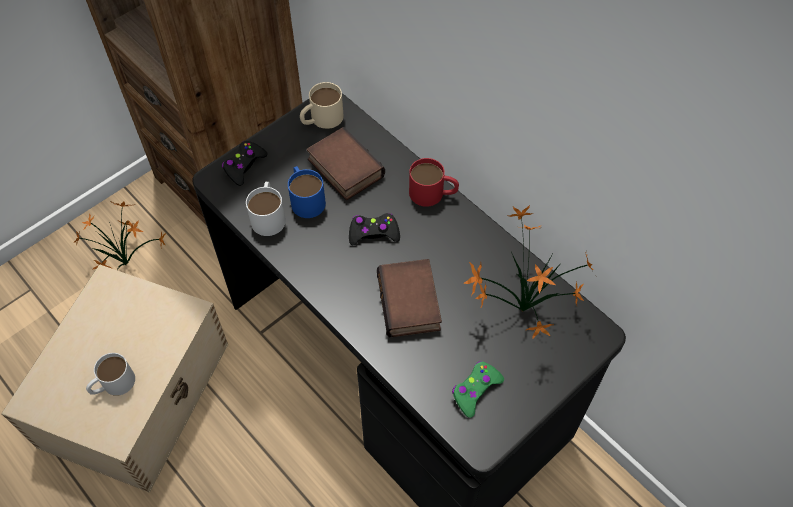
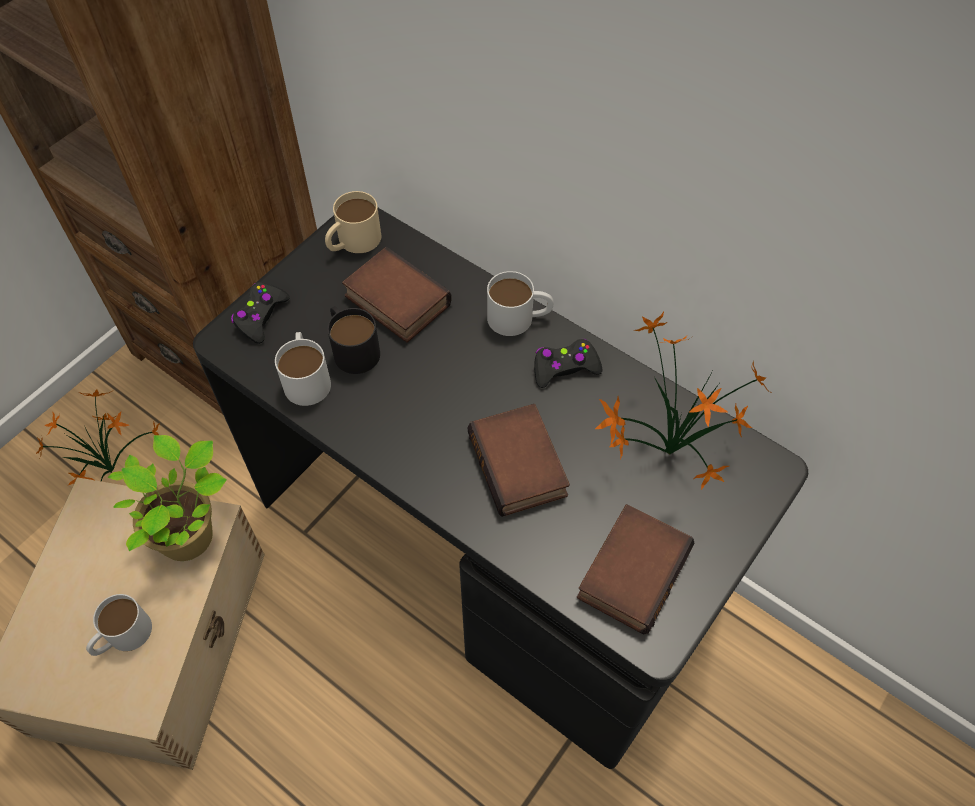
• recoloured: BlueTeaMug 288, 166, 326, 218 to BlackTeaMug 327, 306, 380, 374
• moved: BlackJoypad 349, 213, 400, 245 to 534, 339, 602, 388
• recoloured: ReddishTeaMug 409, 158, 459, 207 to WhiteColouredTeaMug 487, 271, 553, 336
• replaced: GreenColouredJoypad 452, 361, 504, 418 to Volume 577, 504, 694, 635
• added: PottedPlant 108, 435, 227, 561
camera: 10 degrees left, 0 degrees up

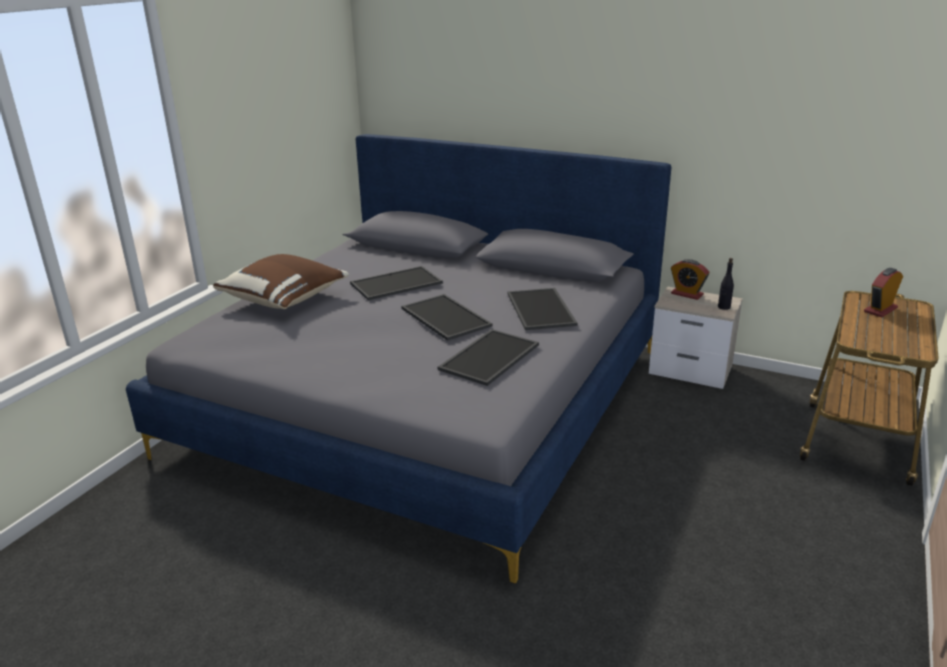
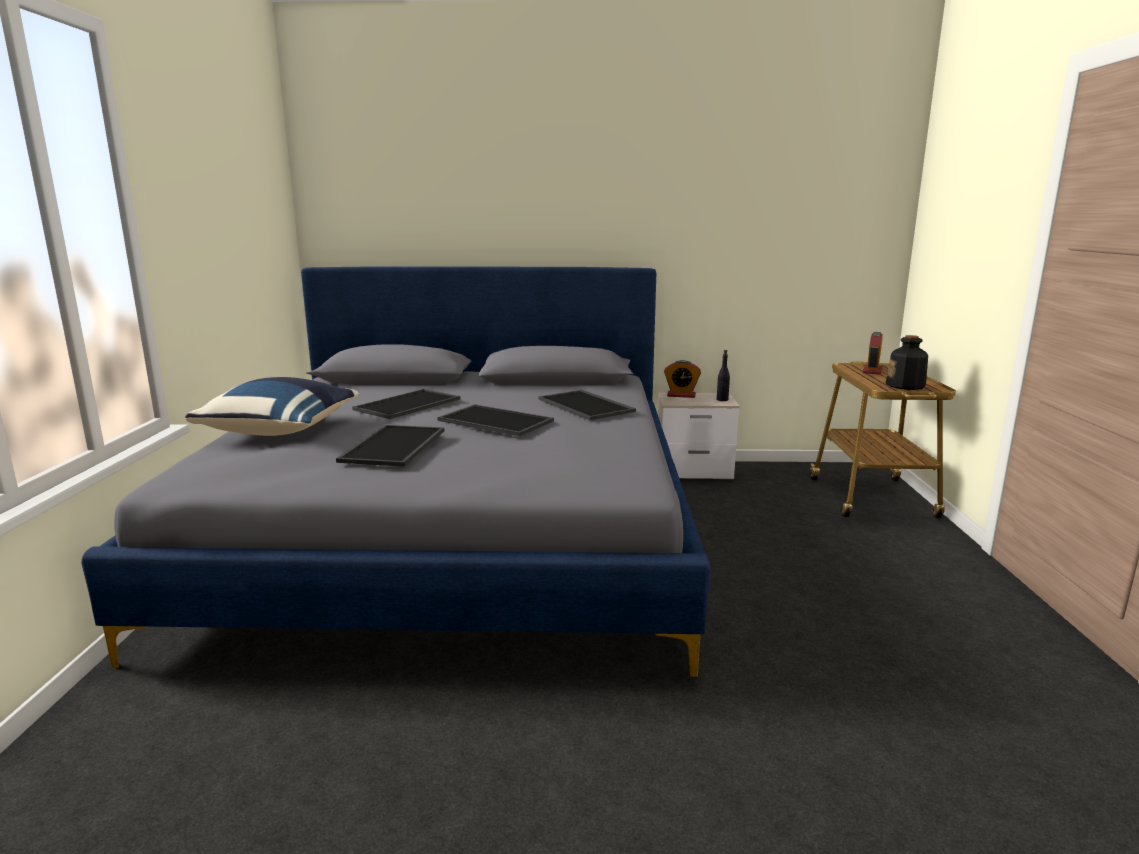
• recoloured: BrownColouredThrowPillow 213, 254, 349, 309 to BlueThrowPillow 185, 377, 359, 436
• moved: ServingTray 438, 329, 539, 386 to 336, 425, 444, 467
• added: DrinkBottle 886, 335, 928, 390
camera: 25 degrees left, 10 degrees down

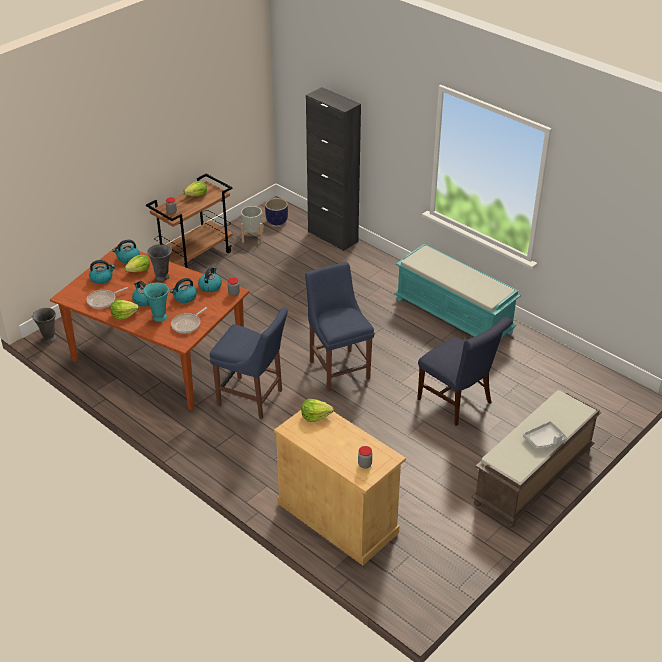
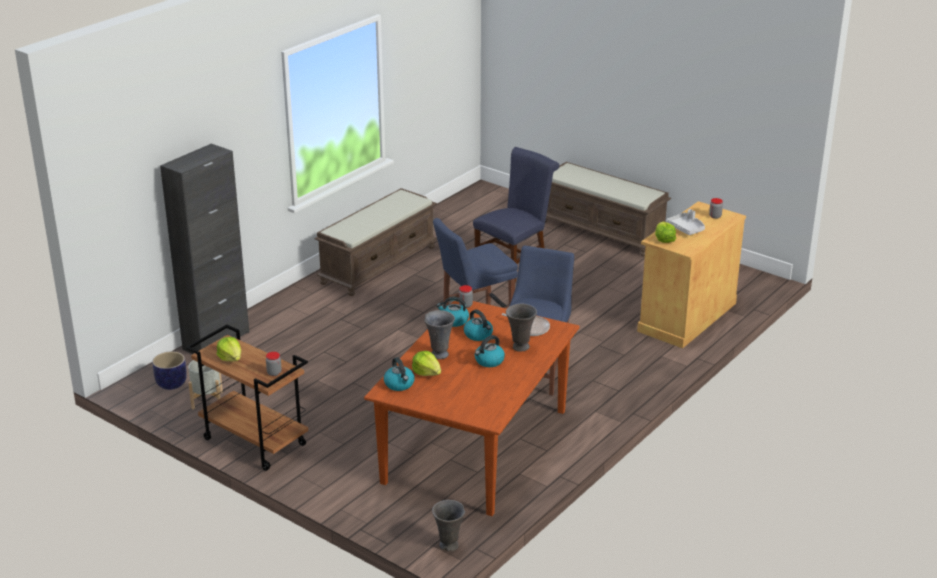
• removed: Skillet 87, 287, 128, 309
• removed: Kettle 89, 260, 115, 284
• removed: HeadOfLettuce 110, 300, 139, 320
• recoloured: TurquoiseColouredVase 143, 282, 169, 322 to GreyishVase 506, 304, 537, 352
• recoloured: TurquoiseColouredLongSeat 394, 244, 520, 338 to BrownColouredLongSeat 315, 188, 437, 296
• moved: GreyishServingTray 523, 421, 568, 449 to 666, 209, 705, 235
camera: 95 degrees left, 10 degrees down

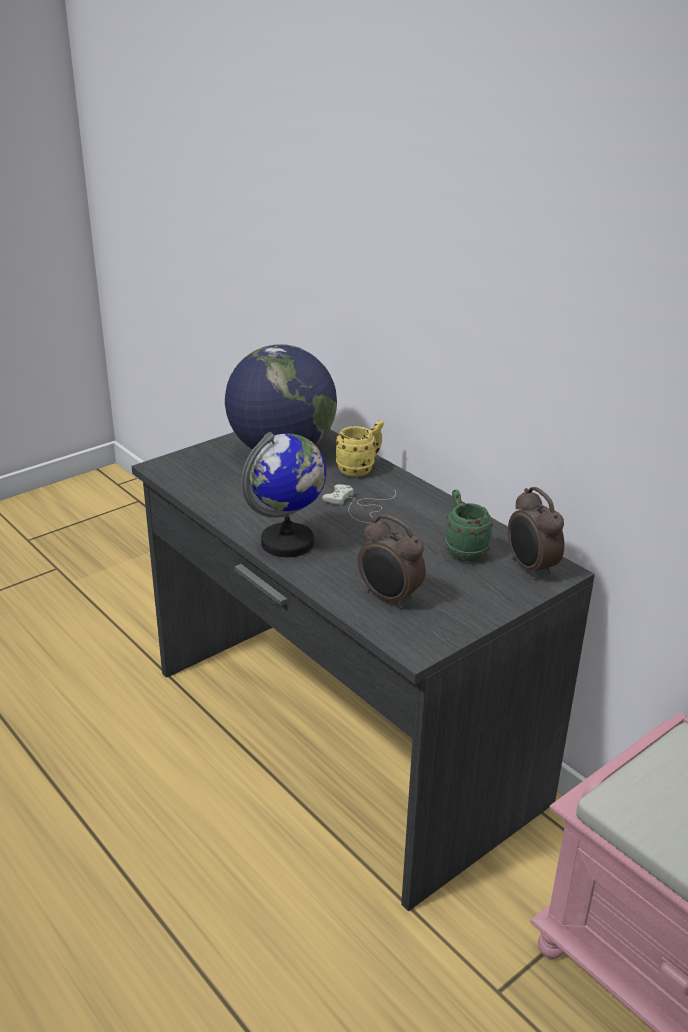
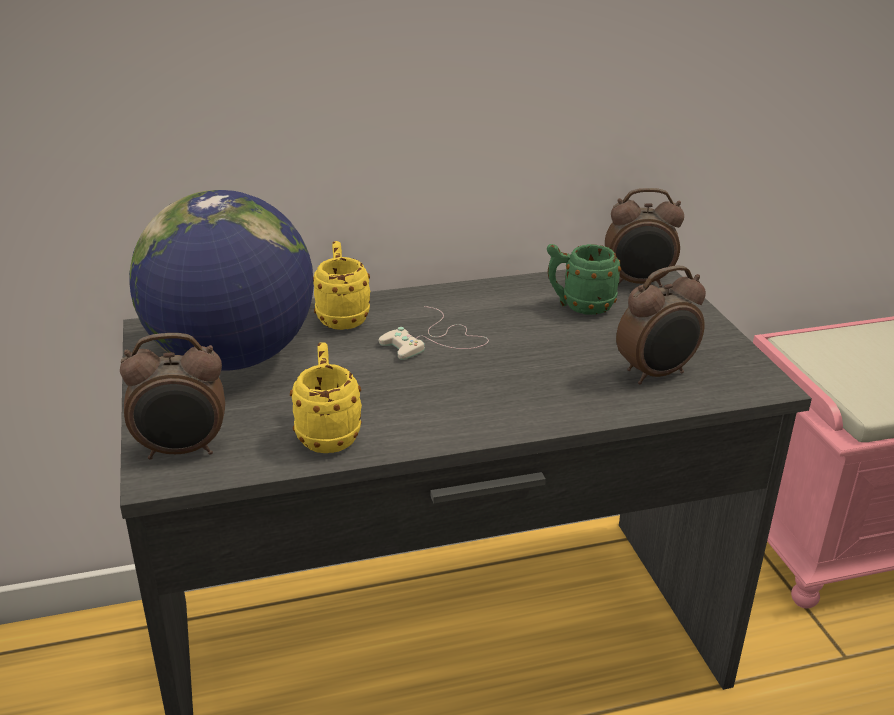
• removed: Globe 241, 432, 326, 557
• added: TableClock 120, 333, 225, 460
• added: YellowTeaMug 290, 342, 362, 453
camera: 65 degrees left, 0 degrees up

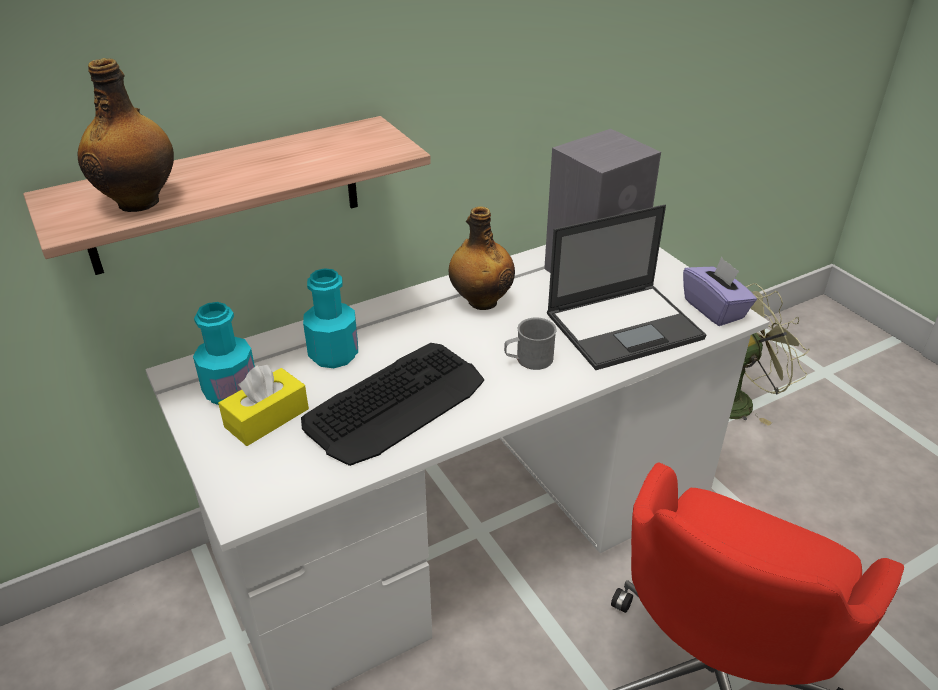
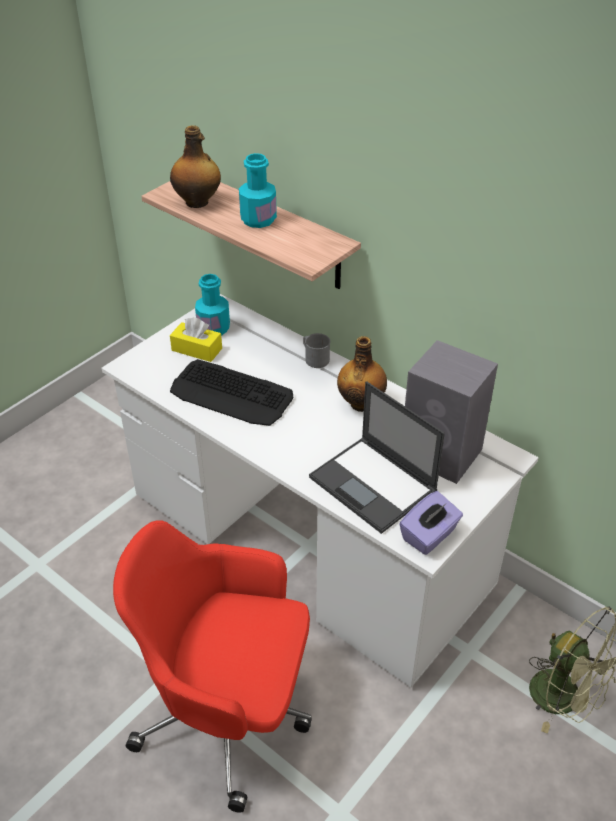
• moved: TurquoiseColouredDrinkBottle 303, 268, 358, 368 to 239, 153, 277, 228
• moved: GreyishTeaMug 504, 318, 556, 370 to 303, 333, 331, 368
camera: 70 degrees right, 5 degrees up

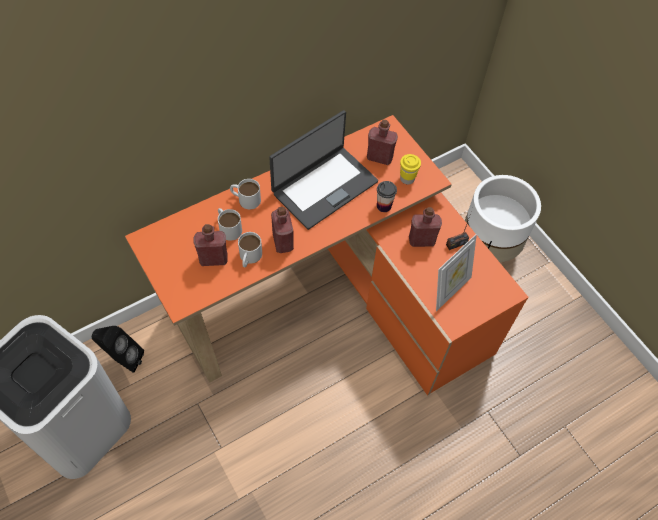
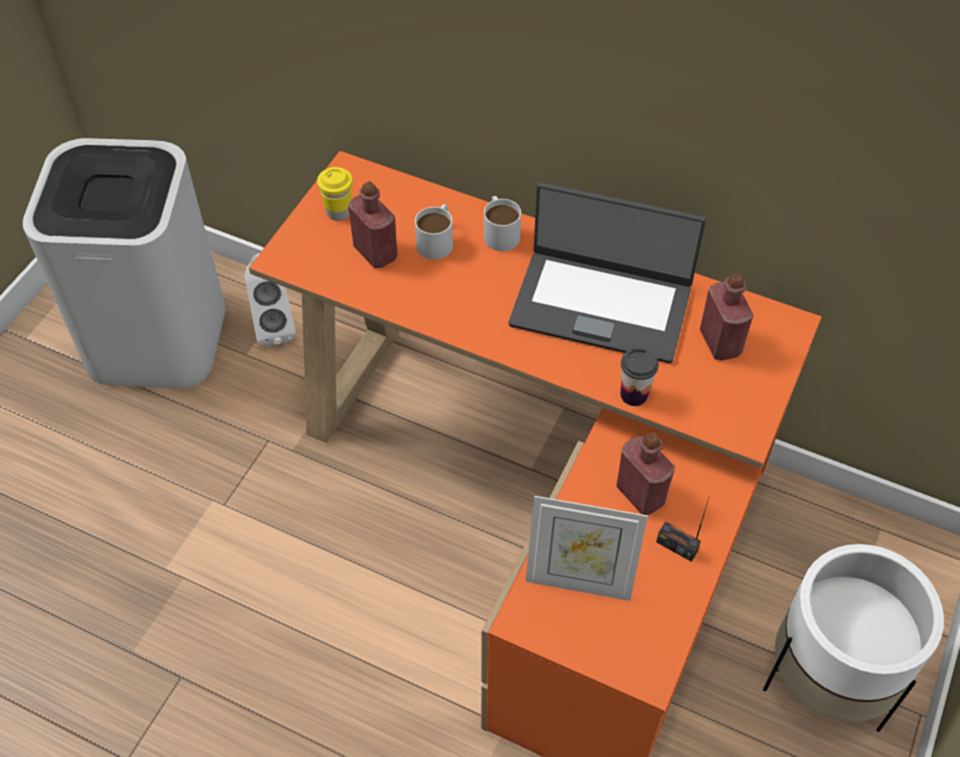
• recoloured: BlackSpeaker 92, 326, 144, 373 to WhiteColouredSpeaker 245, 253, 296, 346
• removed: WhiteColouredTeaMug 238, 232, 262, 267
• removed: ReddishDrinkBottle 271, 206, 294, 253
• moved: YellowCup 400, 154, 421, 184 to 317, 167, 353, 221
camera: 60 degrees right, 5 degrees down

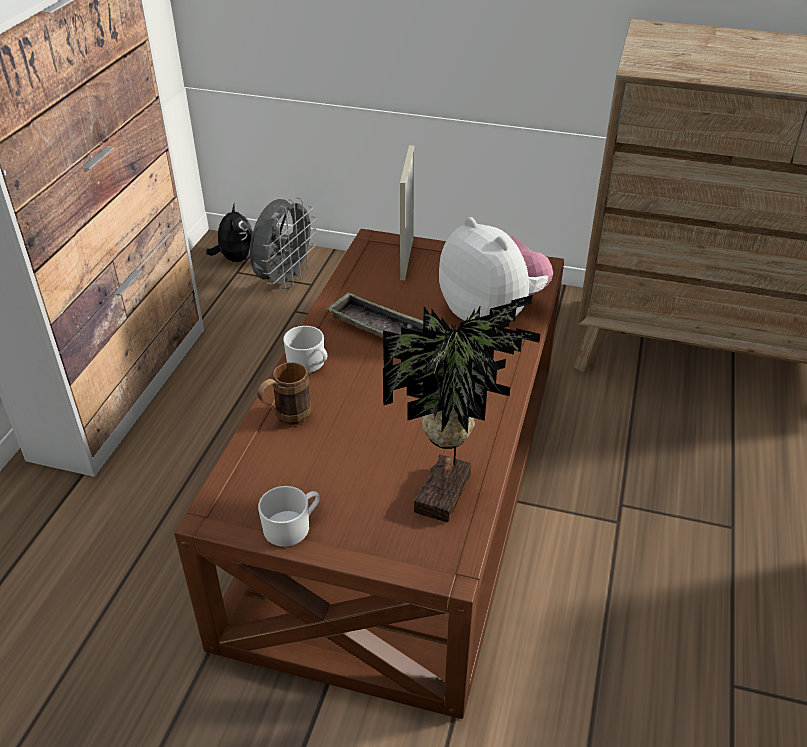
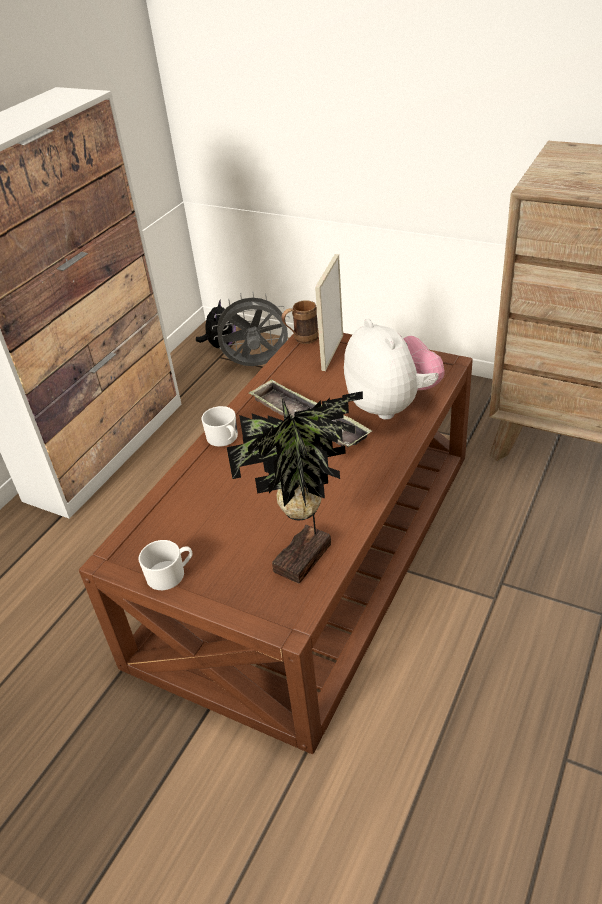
• turned: GreyishElectricFan 250, 197, 317, 291 = 212, 292, 291, 366 135 degrees counterclockwise
• moved: BrownColouredTeaMug 257, 362, 311, 425 to 282, 300, 318, 344
camera: 15 degrees right, 0 degrees up

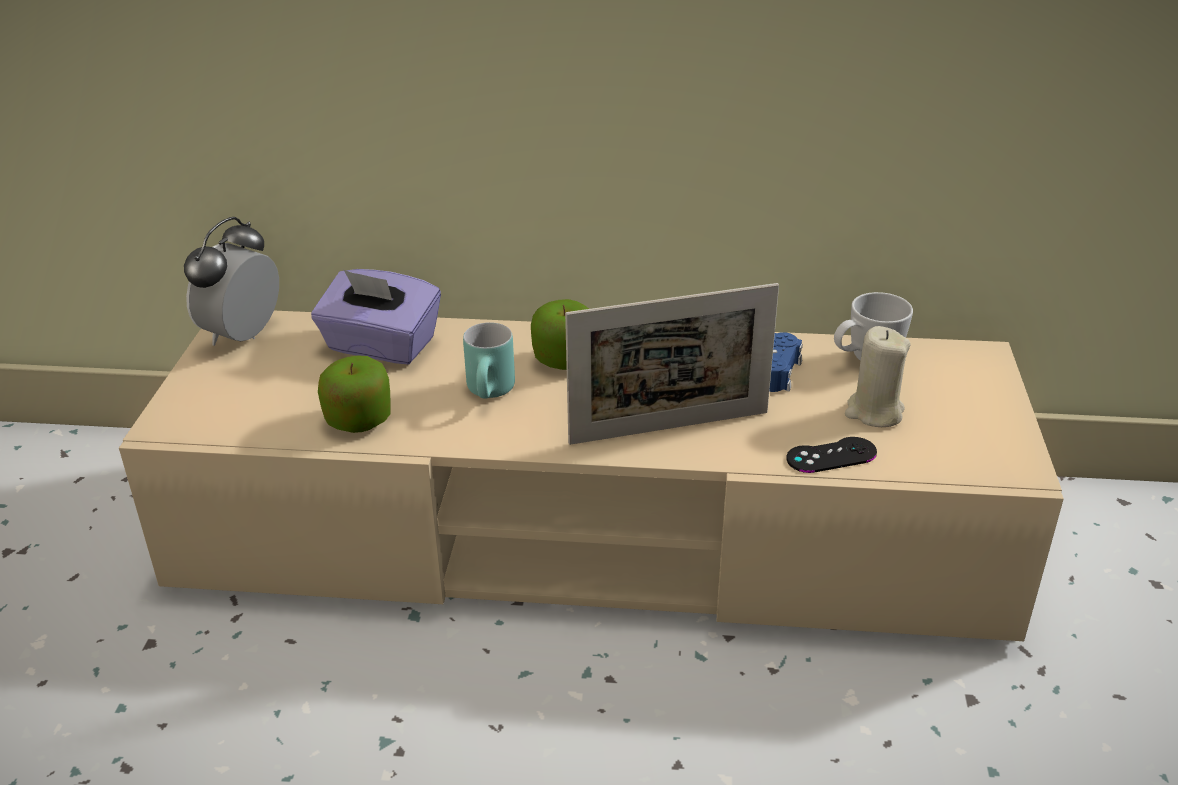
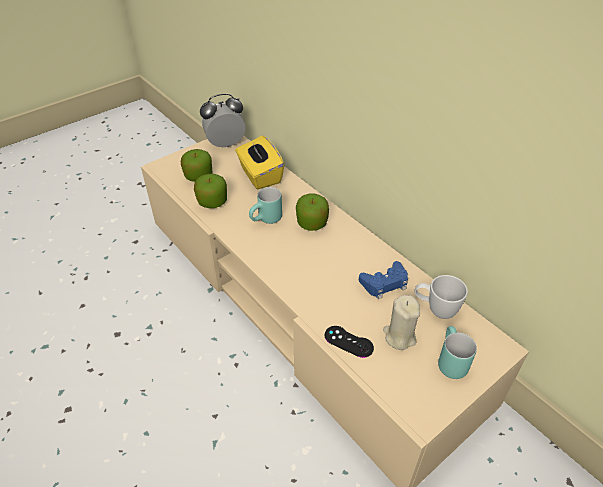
• recoloured: PurpleColouredTissueBox 311, 269, 441, 364 to YellowTissueBox 235, 136, 284, 189
• removed: PictureFrame 565, 283, 779, 445
• added: Apple 181, 149, 213, 182
• added: TurquoiseColouredTeaMug 438, 326, 477, 379
camera: 45 degrees right, 10 degrees up

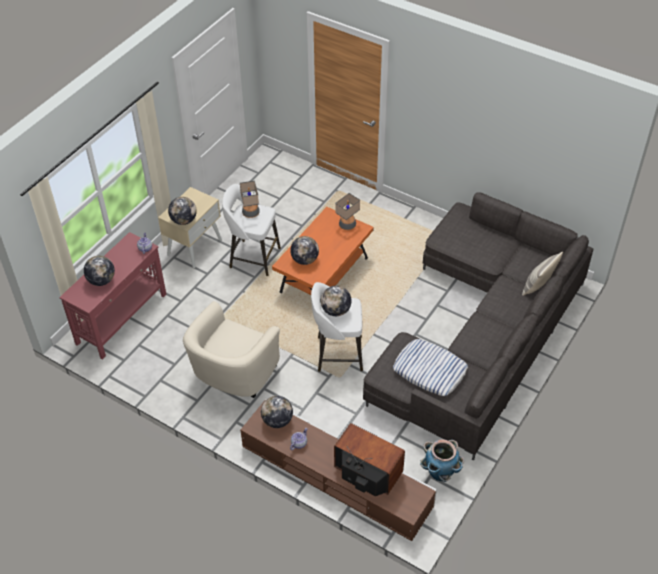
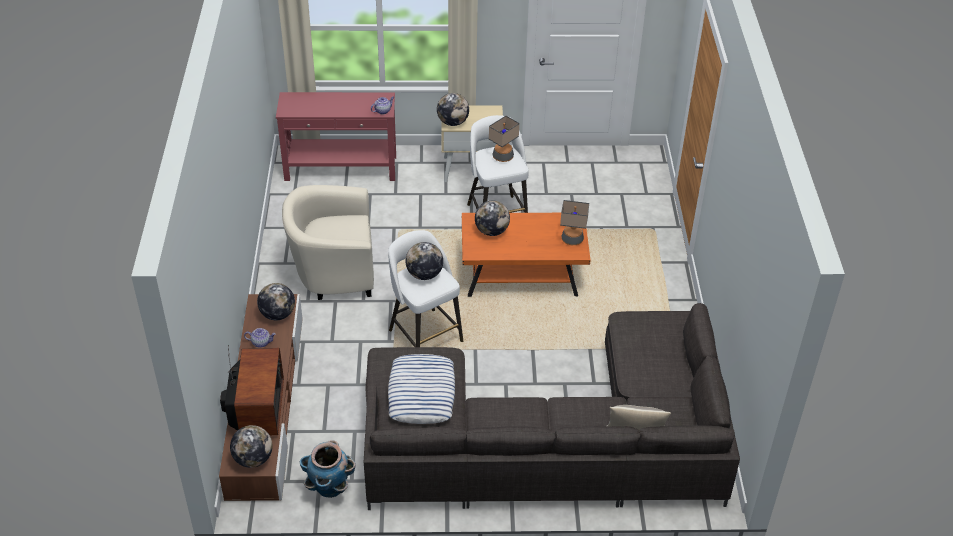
• moved: Globe 84, 256, 115, 286 to 230, 425, 273, 468
camera: 55 degrees right, 5 degrees down

